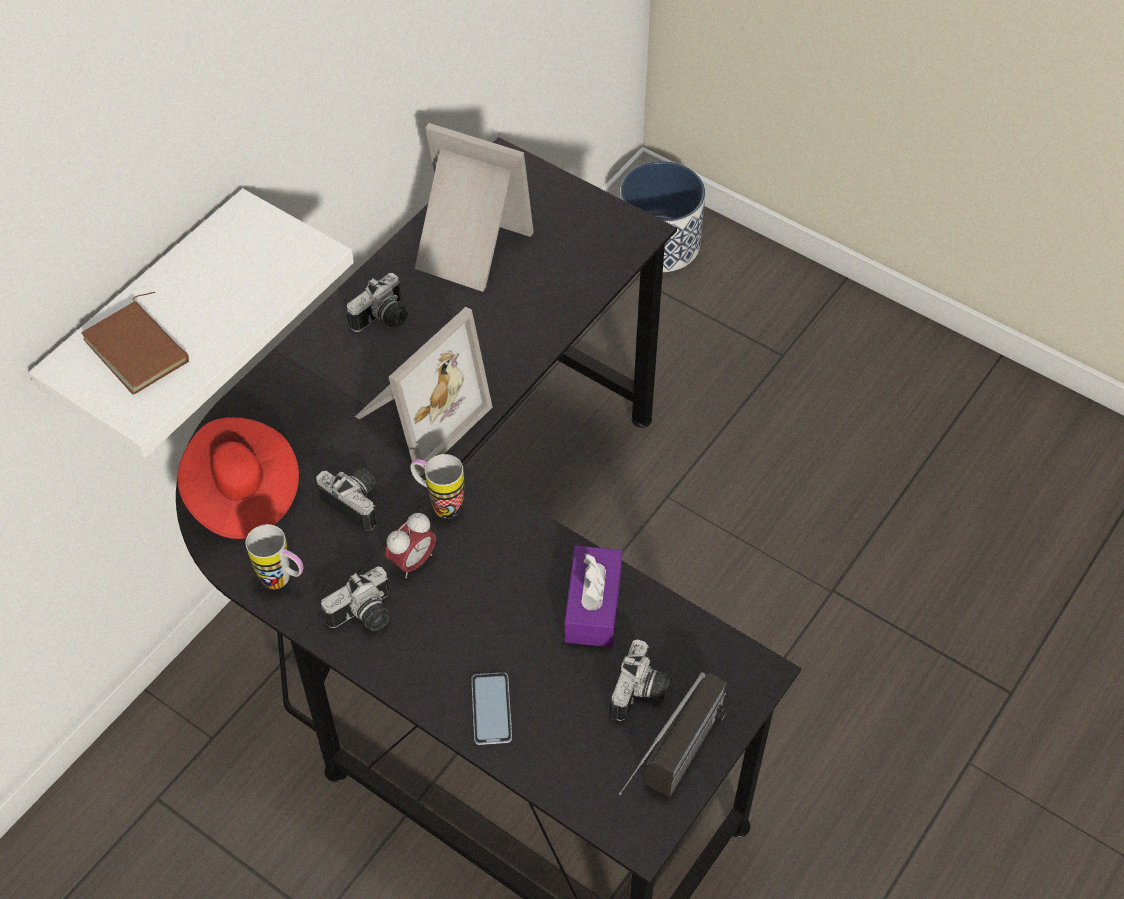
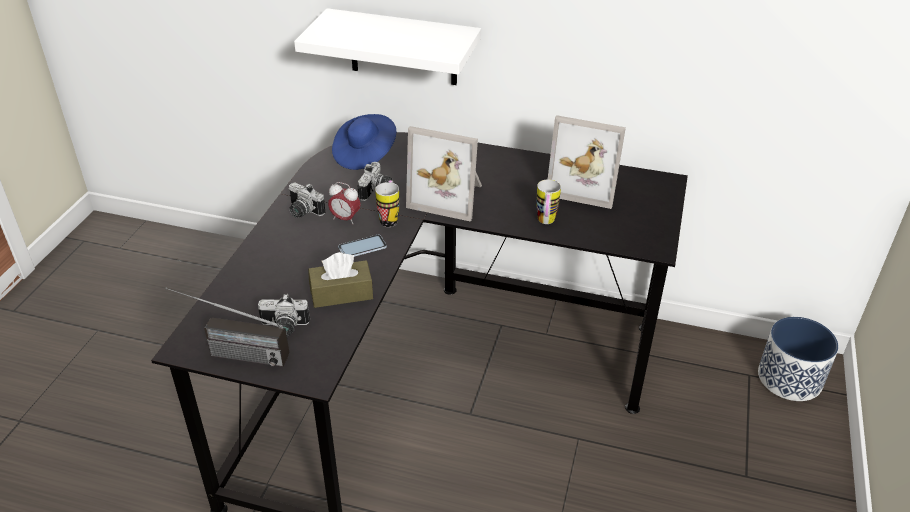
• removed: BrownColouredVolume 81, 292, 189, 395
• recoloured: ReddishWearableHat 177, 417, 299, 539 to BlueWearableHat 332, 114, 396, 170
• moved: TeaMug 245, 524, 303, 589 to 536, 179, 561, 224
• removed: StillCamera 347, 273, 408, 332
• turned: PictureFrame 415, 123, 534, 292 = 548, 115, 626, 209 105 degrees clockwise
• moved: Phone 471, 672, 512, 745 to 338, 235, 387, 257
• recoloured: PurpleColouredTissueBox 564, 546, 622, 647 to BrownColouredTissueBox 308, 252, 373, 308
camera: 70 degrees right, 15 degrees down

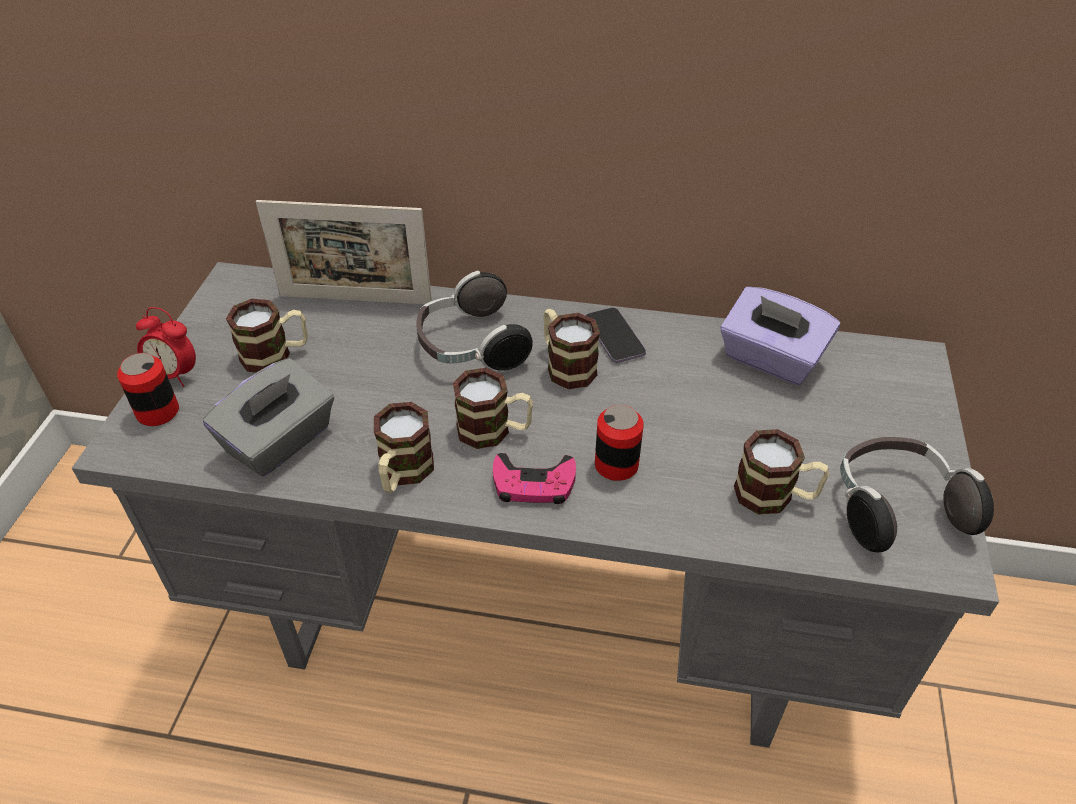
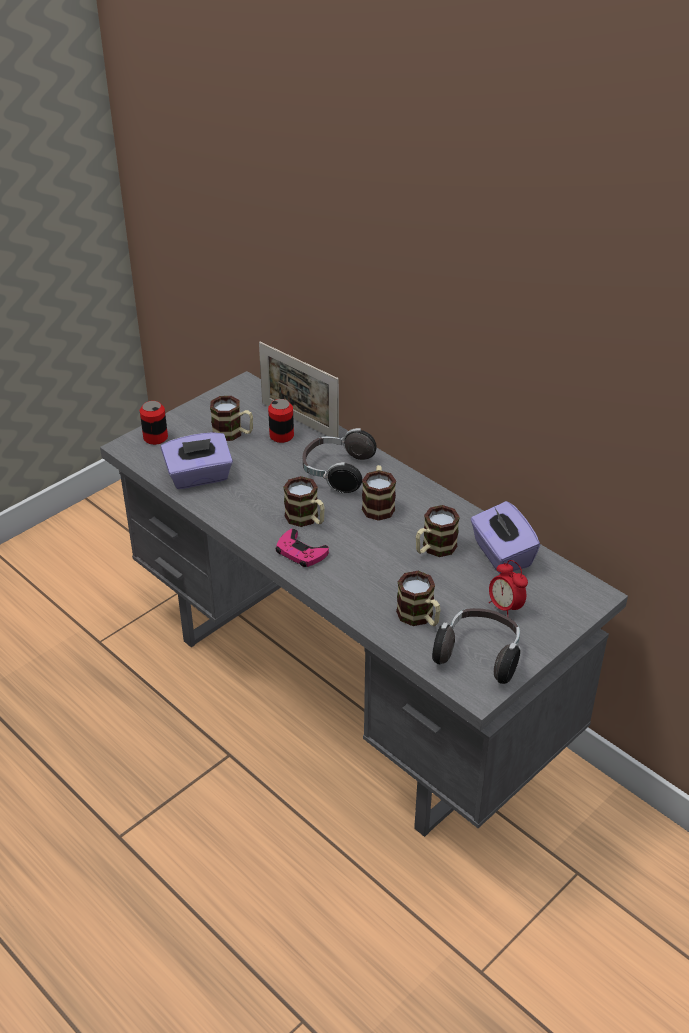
• moved: TableClock 136, 307, 196, 387 to 489, 560, 528, 618
• recoloured: GreyishTissueBox 203, 358, 334, 476 to PurpleColouredTissueBox 161, 432, 233, 489
• moved: TeaMug 374, 402, 434, 493 to 416, 505, 460, 557
• removed: Phone 585, 308, 646, 363
• moved: MetalCan 595, 405, 644, 481 to 268, 399, 294, 443
camera: 35 degrees right, 5 degrees down

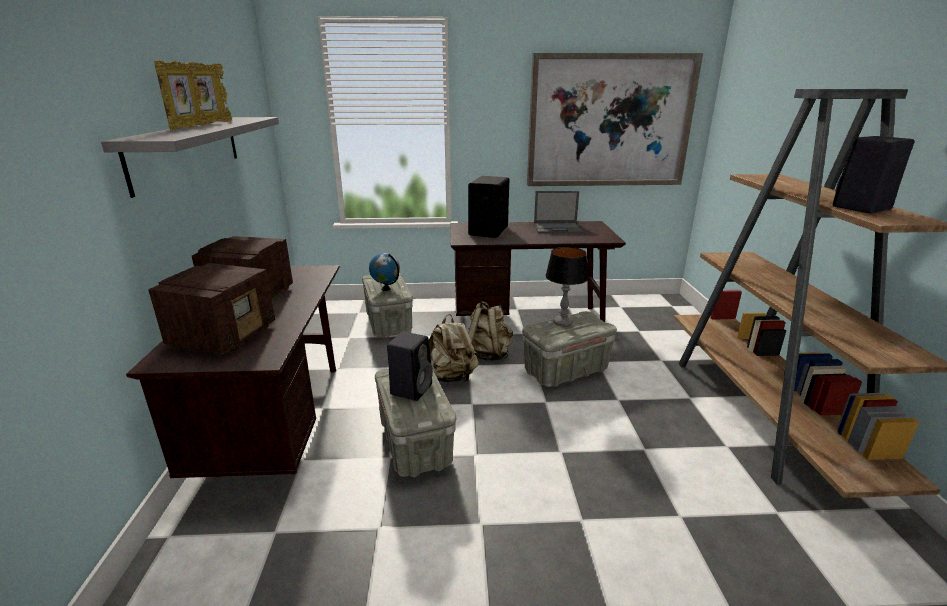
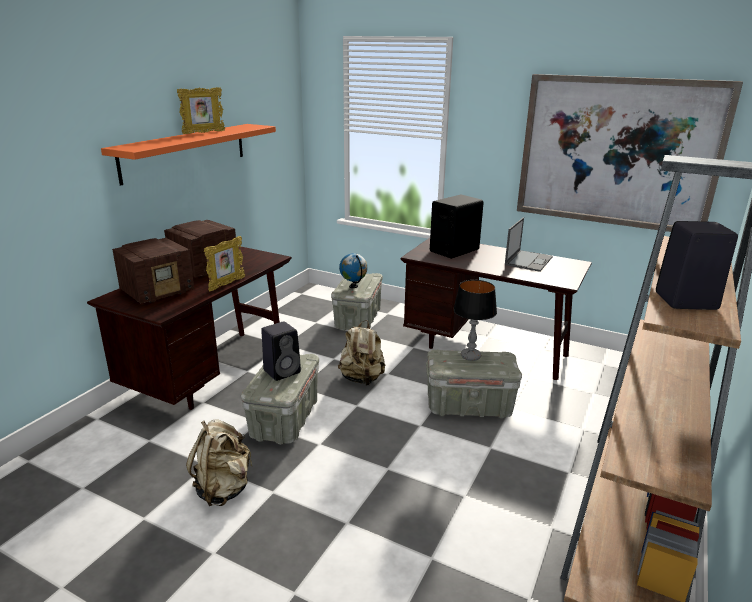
• recoloured: GreyishBracketShelf 101, 117, 279, 198 to OrangeyBracketShelf 101, 124, 276, 186
• moved: PictureFrame 154, 60, 207, 130 to 204, 236, 245, 291
• moved: BeigeRucksack 468, 301, 513, 361 to 186, 419, 252, 506
• turned: Laptop 534, 191, 583, 233 = 505, 217, 553, 272 90 degrees counterclockwise
camera: 30 degrees right, 0 degrees up

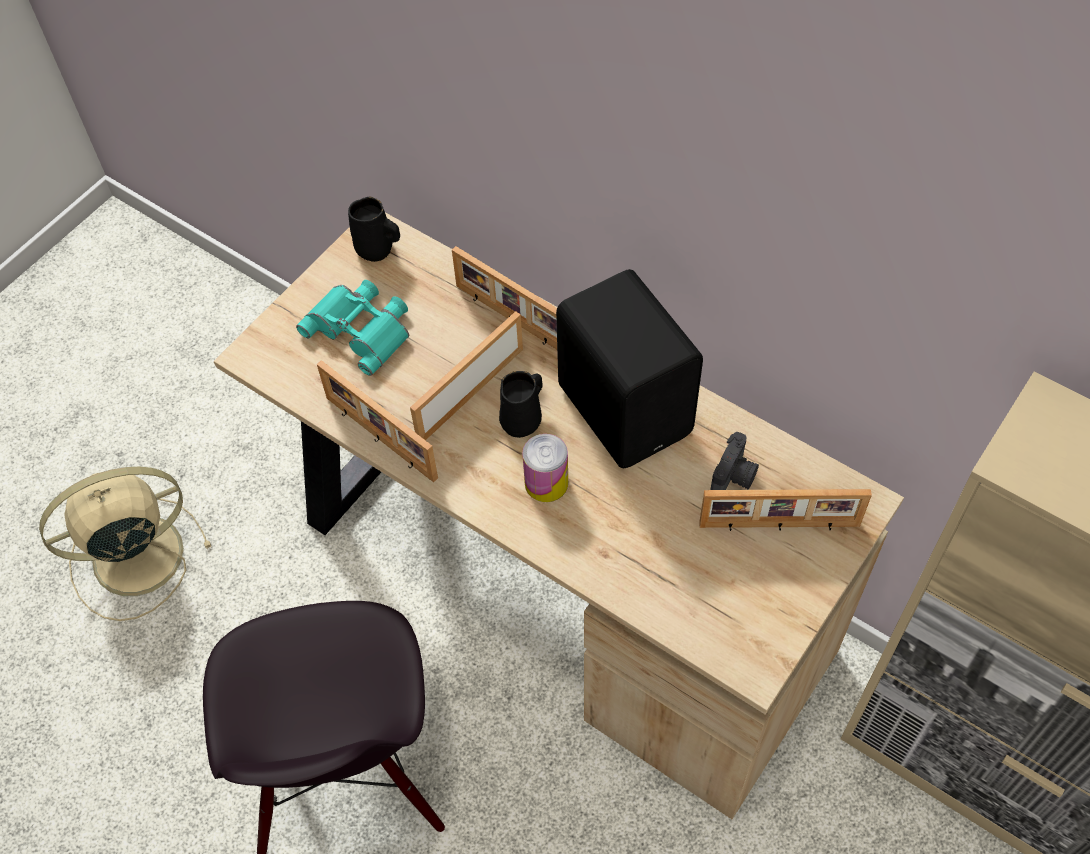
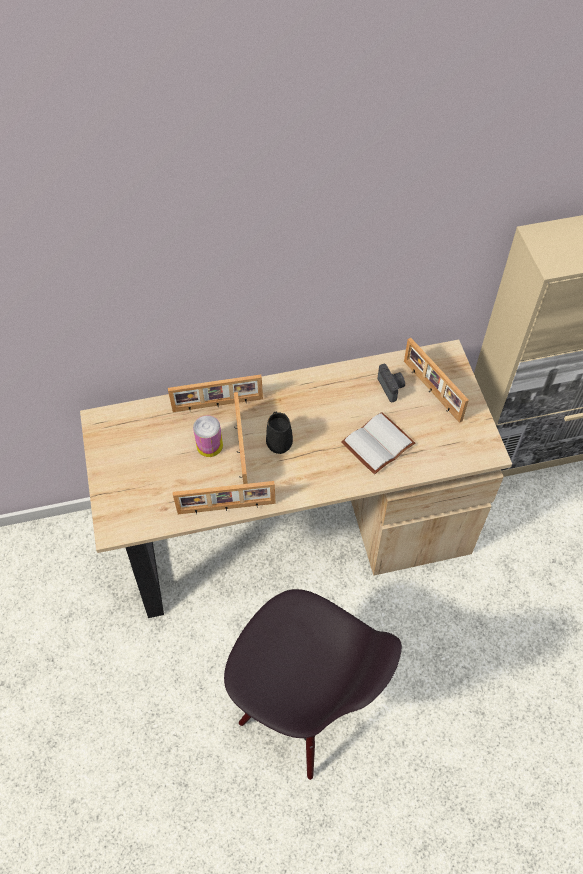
• removed: BeigeElectricFan 39, 467, 212, 621
• removed: TurquoiseColouredFieldGlasses 296, 280, 409, 376
• removed: BlackTeaMug 348, 196, 400, 262
• moved: MetalCan 522, 434, 568, 502 to 193, 415, 223, 457
• removed: BlackSpeaker 556, 269, 703, 468
• turned: PictureFrame 699, 489, 872, 531 = 404, 338, 469, 423 105 degrees clockwise
• added: WhiteColouredVolume 341, 412, 415, 475
camera: 50 degrees left, 0 degrees up

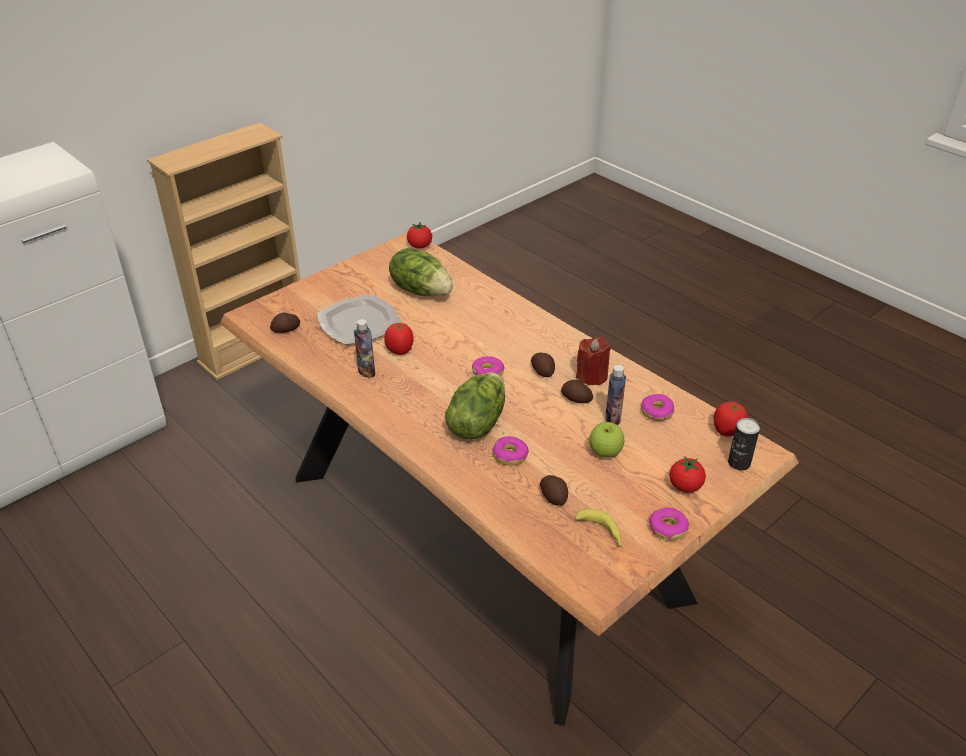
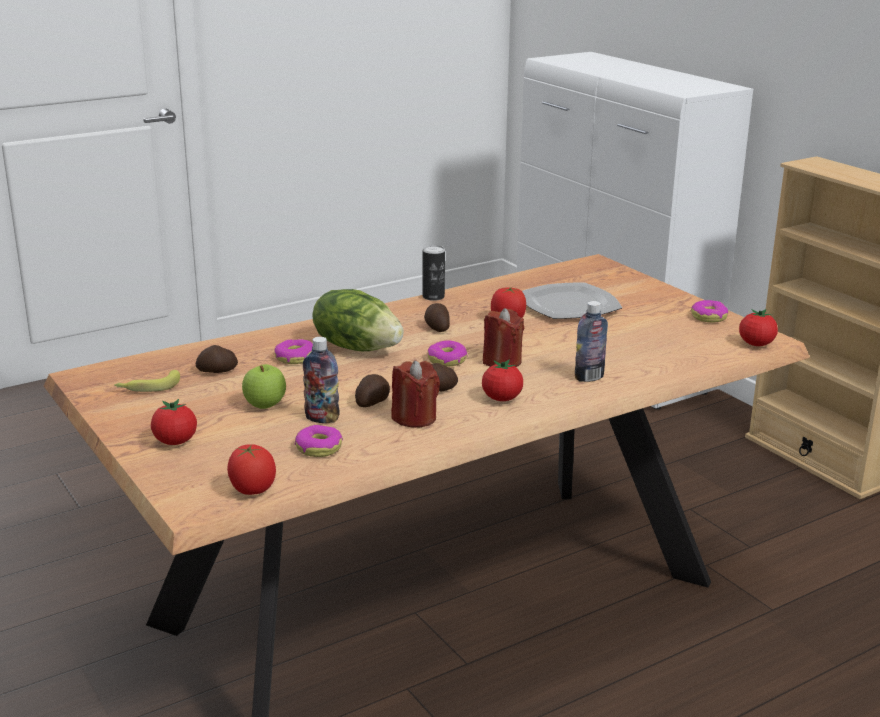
• moved: Spud 270, 313, 300, 333 to 424, 303, 450, 332
• moved: DrinkBottle 354, 319, 375, 378 to 575, 301, 608, 382
• removed: HeadOfLettuce 389, 248, 453, 296
• moved: Donut 649, 508, 689, 540 to 691, 300, 728, 322
• moved: MetalCan 728, 418, 760, 471 to 422, 245, 445, 301
• added: ReddishCandle 482, 308, 524, 367
• added: Tomato 482, 359, 523, 401
camera: 100 degrees right, 15 degrees down

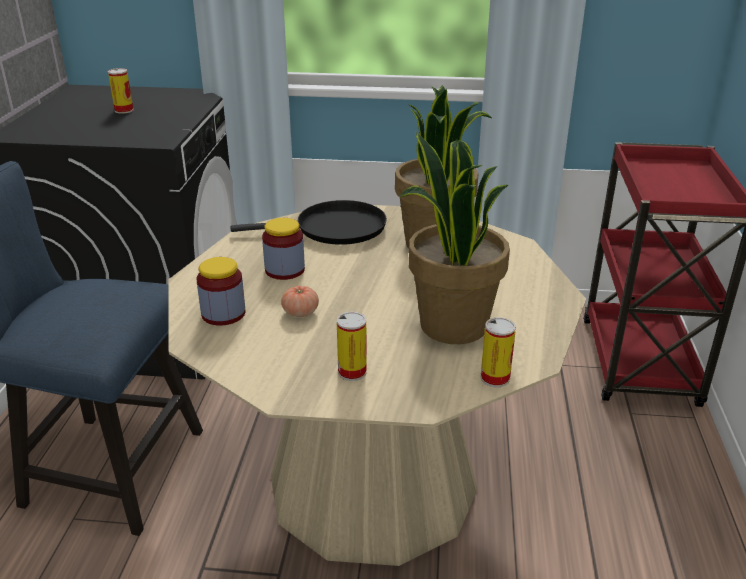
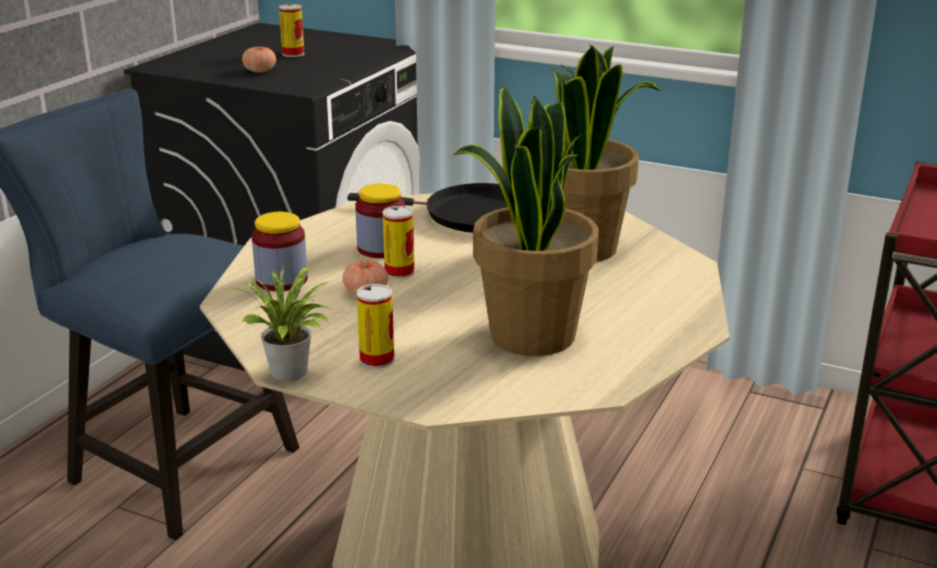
• moved: MetalCan 481, 317, 516, 387 to 383, 206, 414, 279
• added: PottedPlant 222, 264, 331, 381
• added: Tomato 242, 47, 276, 73
camera: 20 degrees right, 5 degrees down

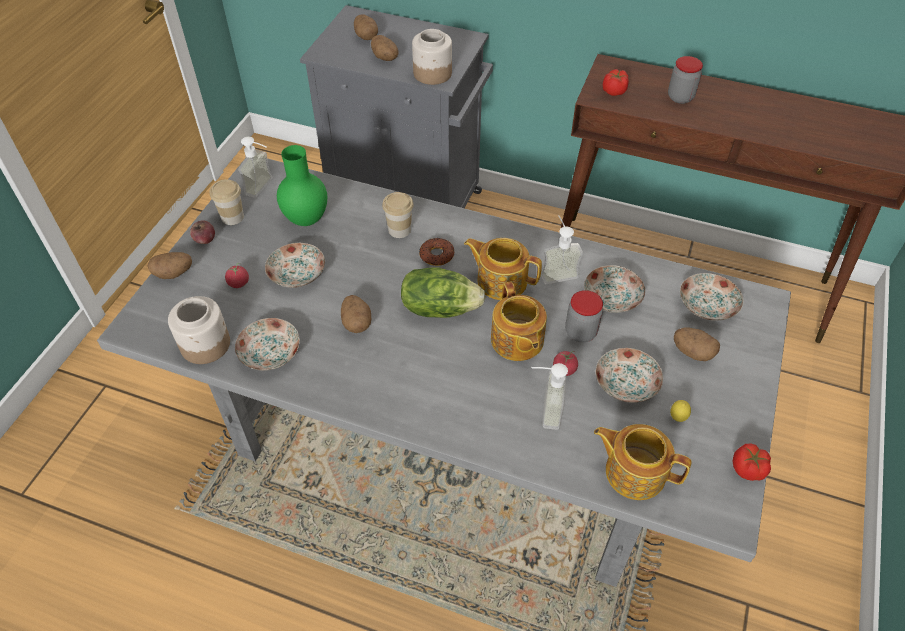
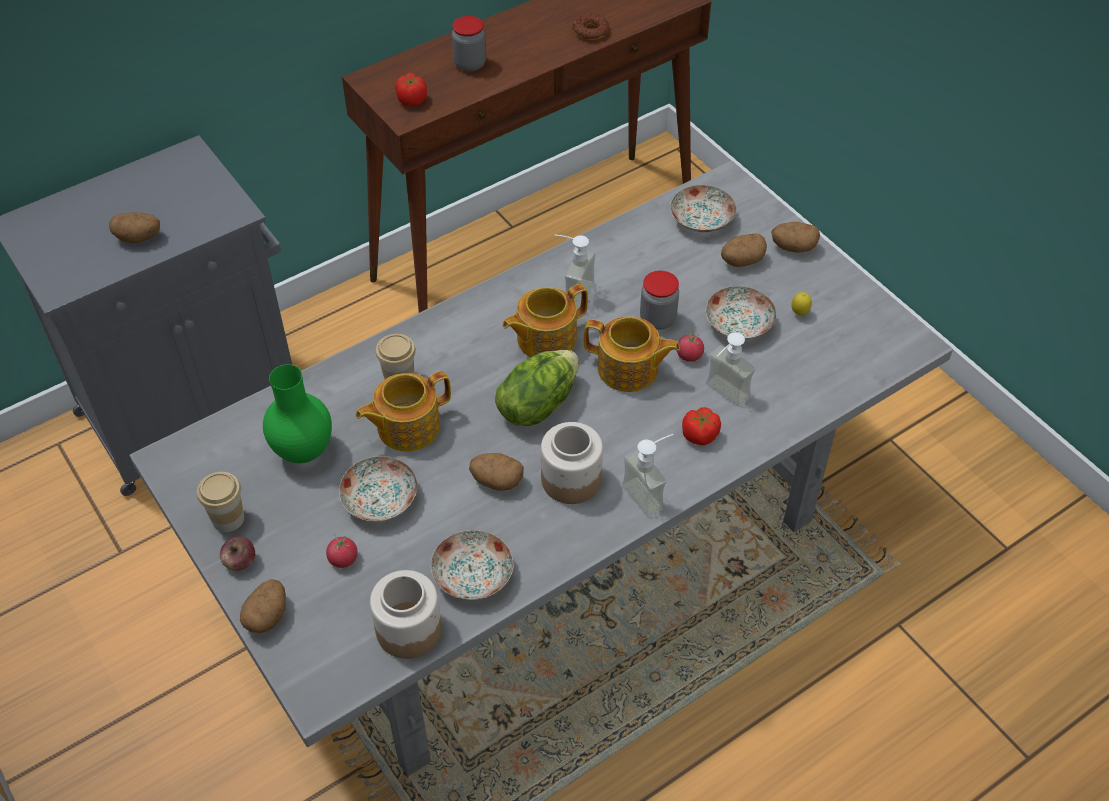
• moved: LiquidSoapBottle 238, 137, 272, 198 to 622, 434, 673, 517
• moved: Spud 354, 14, 378, 40 to 771, 222, 820, 253
• moved: Jar 412, 29, 452, 85 to 541, 422, 603, 504
• moved: Donut 419, 238, 454, 266 to 572, 14, 610, 40
• removed: FlatDish 584, 265, 645, 313
• moved: Teapot 594, 424, 691, 500 to 356, 371, 451, 452
• moved: Tomato 733, 444, 771, 481 to 682, 407, 721, 445
camera: 55 degrees left, 0 degrees up

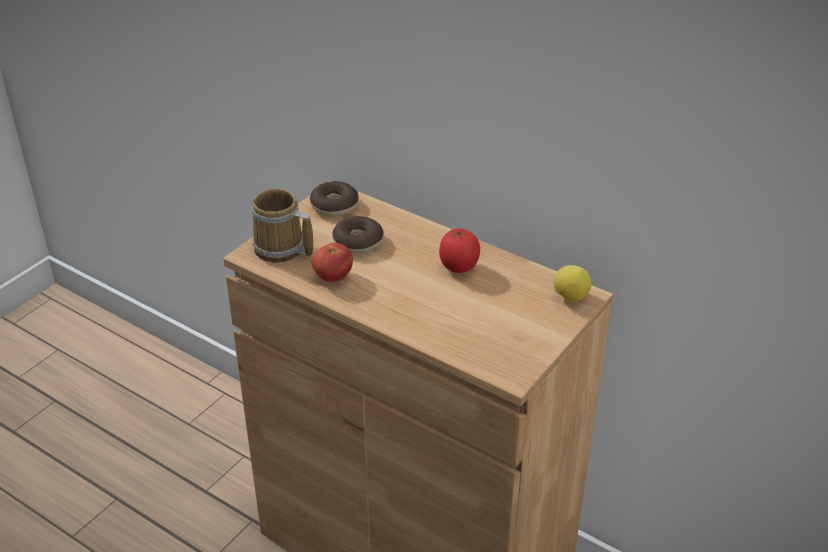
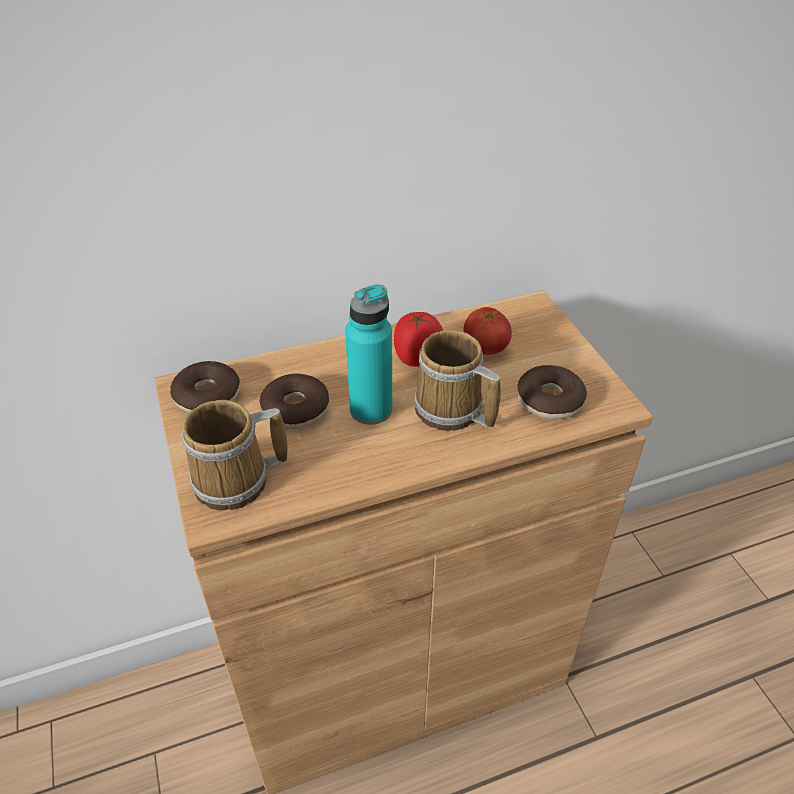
• moved: Tomato 312, 243, 353, 282 to 464, 307, 512, 355
• removed: CitrusFruit 554, 265, 592, 302
• added: TurquoiseColouredDrinkBottle 345, 284, 392, 425
• added: TeaMug 414, 330, 501, 431
• added: Donut 517, 365, 587, 420
camera: 55 degrees left, 5 degrees up

